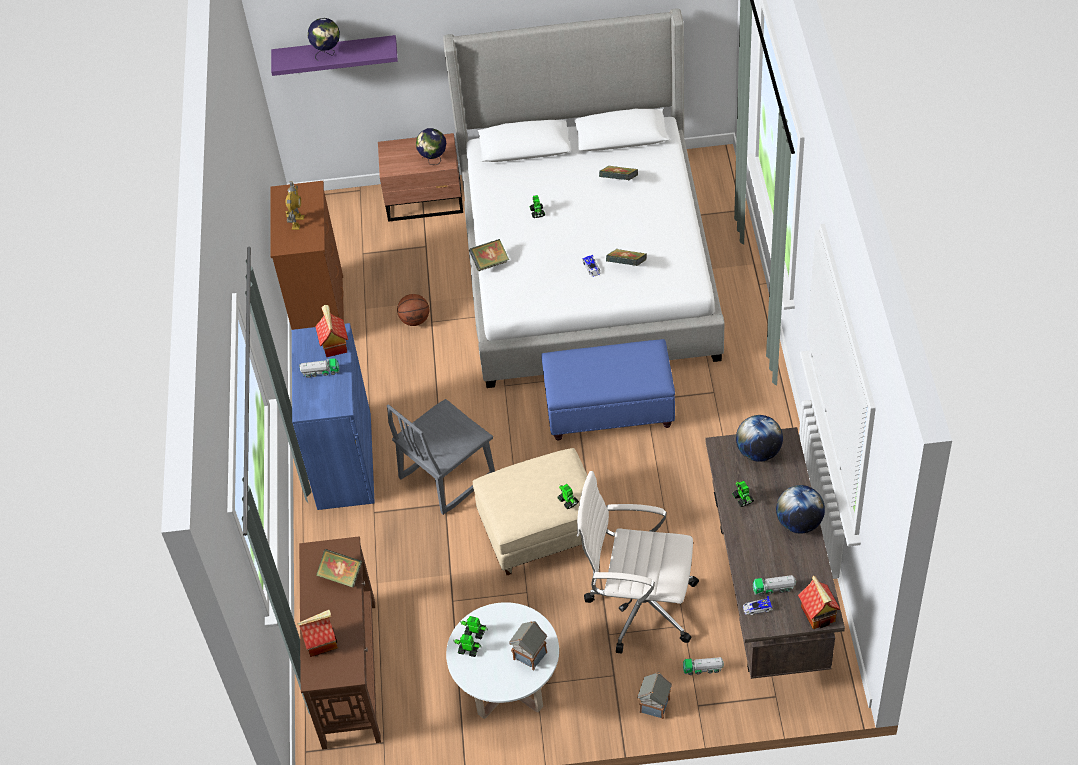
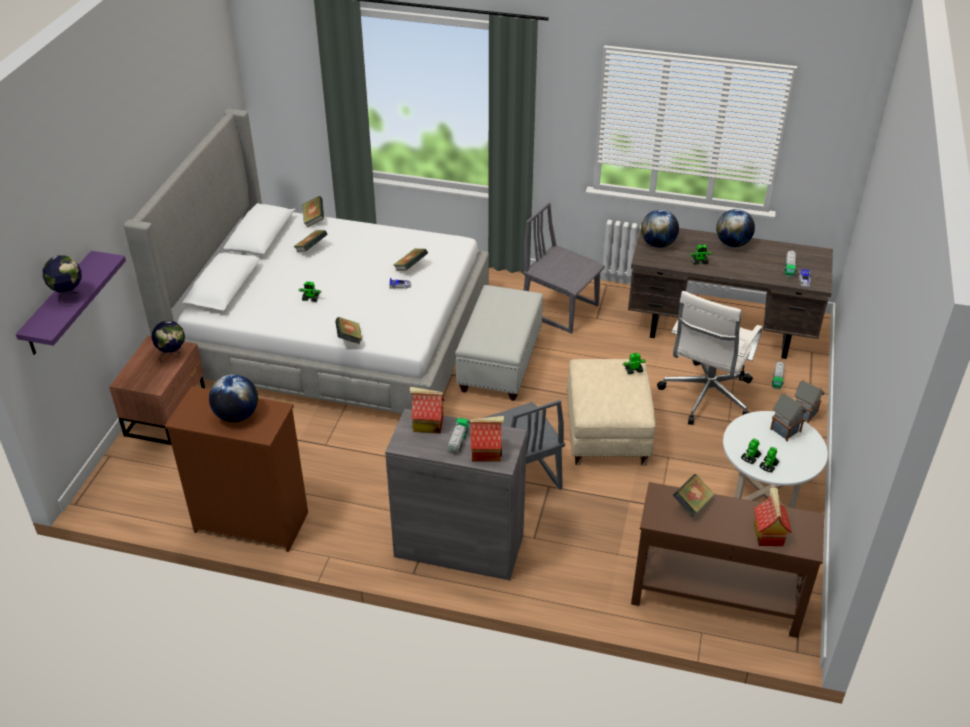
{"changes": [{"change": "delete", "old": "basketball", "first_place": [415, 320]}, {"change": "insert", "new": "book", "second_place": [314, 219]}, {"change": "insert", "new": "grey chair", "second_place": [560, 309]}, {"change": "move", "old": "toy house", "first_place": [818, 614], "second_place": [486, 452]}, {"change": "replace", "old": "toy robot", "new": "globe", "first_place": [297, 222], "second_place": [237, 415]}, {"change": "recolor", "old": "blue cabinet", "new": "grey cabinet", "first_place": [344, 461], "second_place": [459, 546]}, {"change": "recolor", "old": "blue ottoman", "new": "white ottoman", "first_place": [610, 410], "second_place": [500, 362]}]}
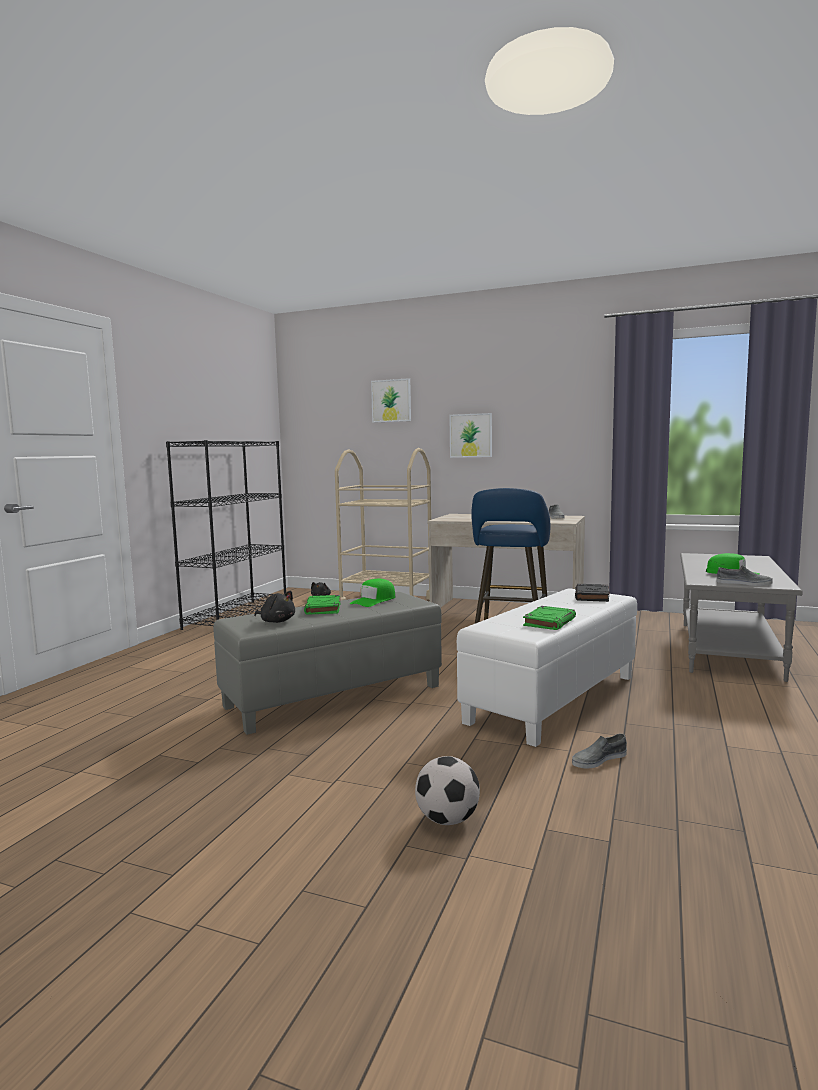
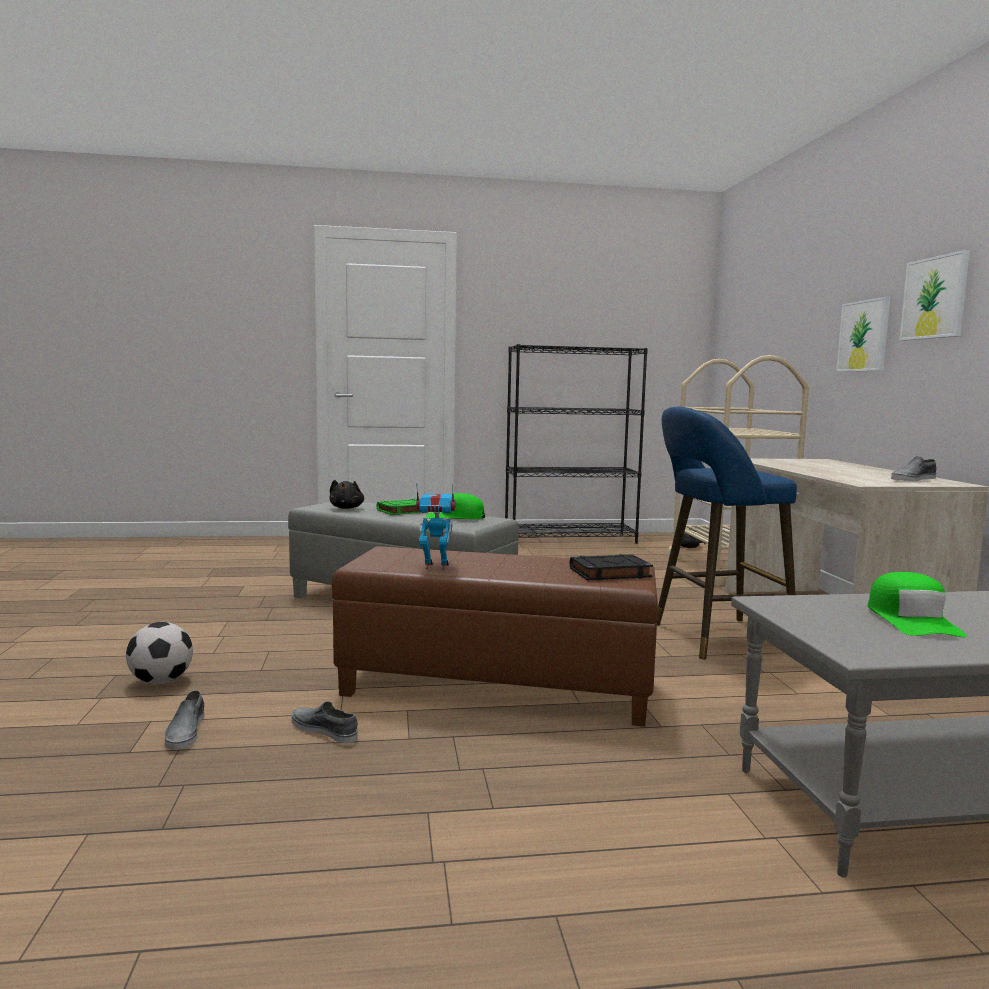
{"changes": [{"change": "move", "old": "picture", "first_place": [391, 400], "second_place": [934, 298]}, {"change": "move", "old": "grey shoe", "first_place": [744, 583], "second_place": [185, 731]}, {"change": "replace", "old": "green book", "new": "toy robot", "first_place": [549, 622], "second_place": [436, 566]}, {"change": "recolor", "old": "white ottoman", "new": "brown ottoman", "first_place": [553, 698], "second_place": [498, 687]}]}
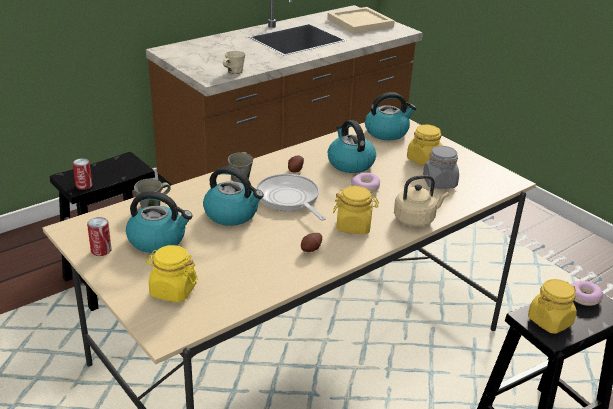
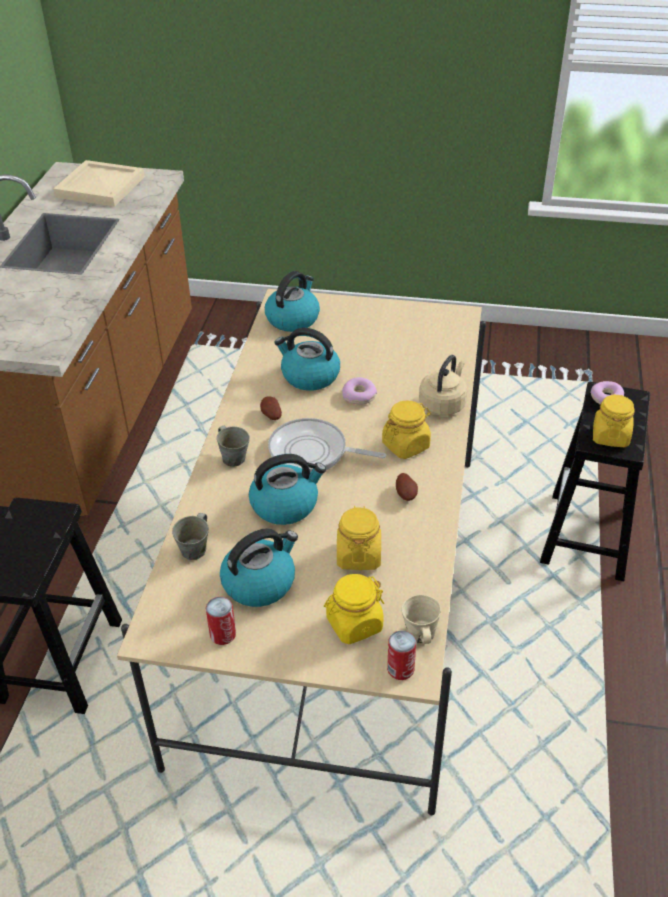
{"changes": [{"change": "delete", "old": "grey jar", "first_place": [439, 182]}, {"change": "move", "old": "can", "first_place": [84, 185], "second_place": [400, 669]}, {"change": "move", "old": "beige mug", "first_place": [234, 72], "second_place": [420, 635]}, {"change": "move", "old": "yellow jar", "first_place": [424, 160], "second_place": [358, 555]}]}
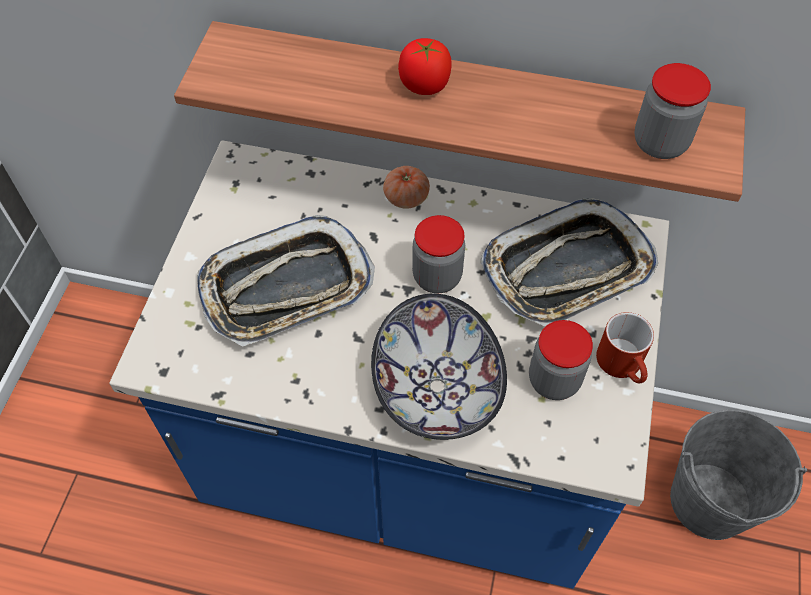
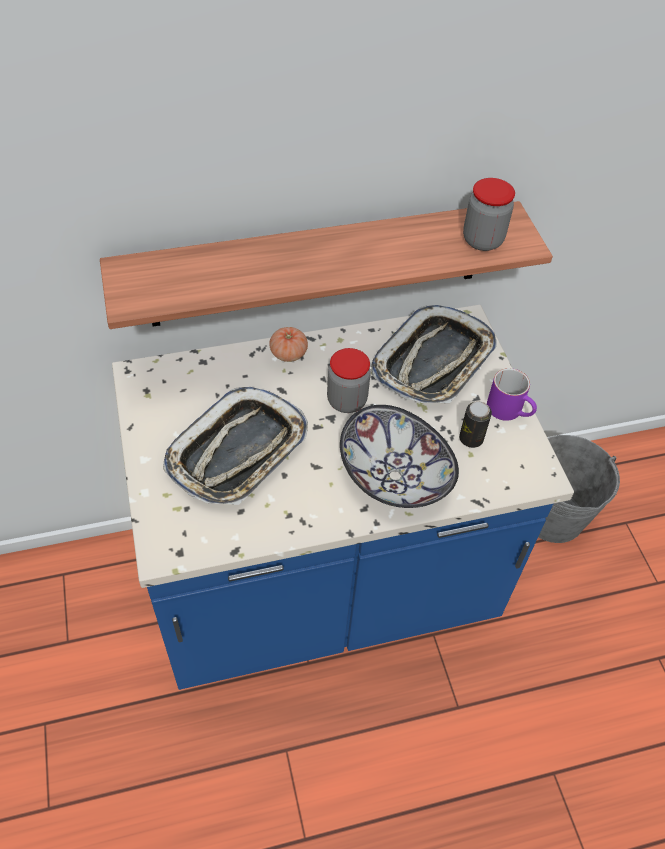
{"changes": [{"change": "delete", "old": "tomato", "first_place": [424, 86]}, {"change": "replace", "old": "jar", "new": "can", "first_place": [554, 380], "second_place": [471, 439]}, {"change": "recolor", "old": "red mug", "new": "purple mug", "first_place": [624, 366], "second_place": [510, 410]}]}
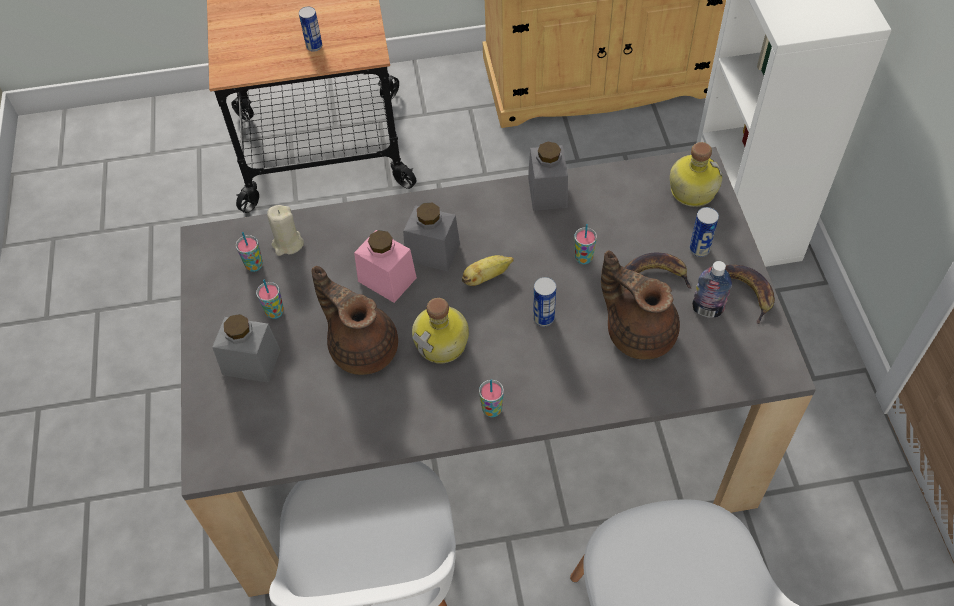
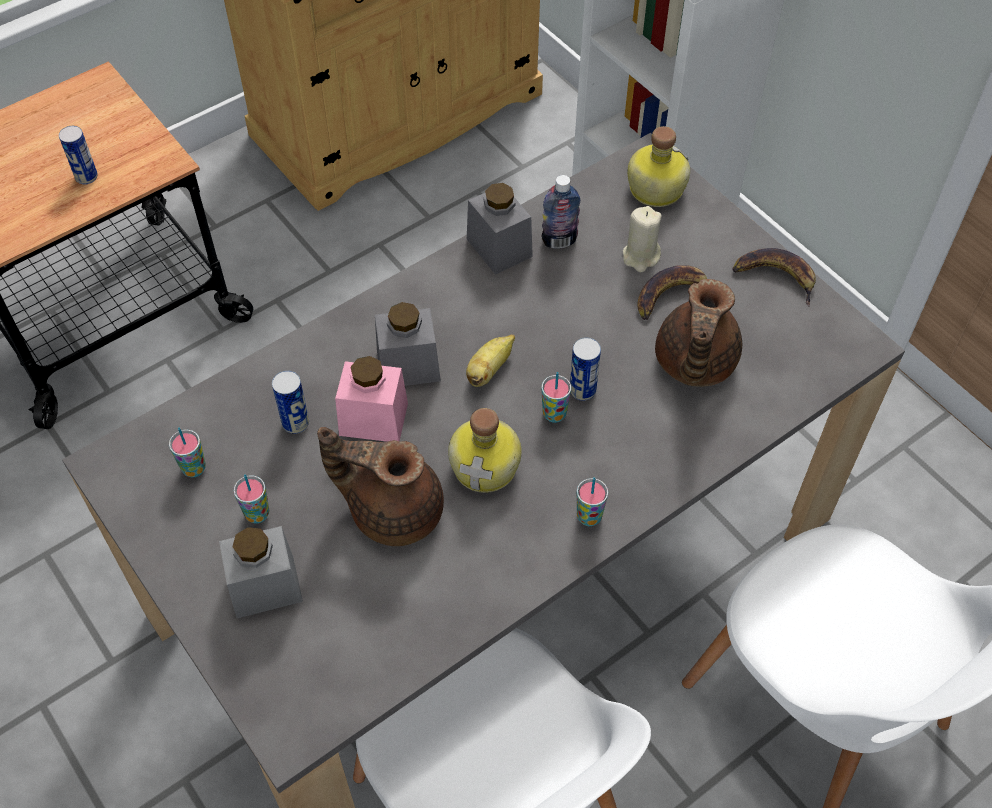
{"changes": [{"change": "move", "old": "beige candle", "first_place": [287, 244], "second_place": [640, 257]}, {"change": "move", "old": "cup", "first_place": [583, 258], "second_place": [554, 414]}, {"change": "move", "old": "can", "first_place": [699, 249], "second_place": [295, 423]}, {"change": "move", "old": "bottle", "first_place": [707, 310], "second_place": [559, 241]}, {"change": "rotate", "old": "brown teapot", "first_place": [638, 331], "second_place": [693, 363], "degrees": -90}]}
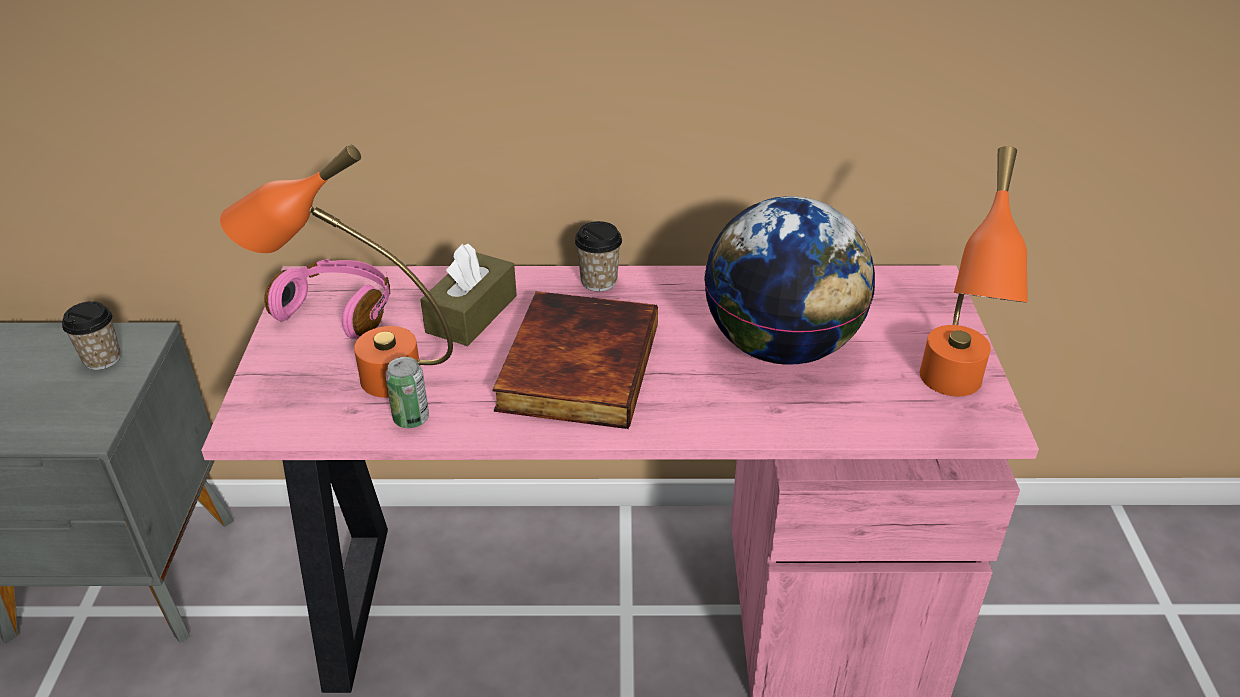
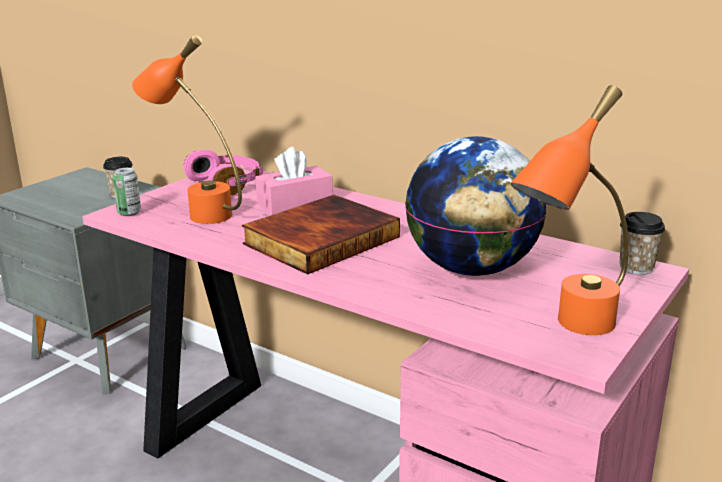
{"changes": [{"change": "move", "old": "can", "first_place": [411, 419], "second_place": [129, 213]}, {"change": "move", "old": "cup", "first_place": [599, 281], "second_place": [636, 267]}, {"change": "recolor", "old": "brown tissue box", "new": "pink tissue box", "first_place": [471, 314], "second_place": [295, 203]}]}
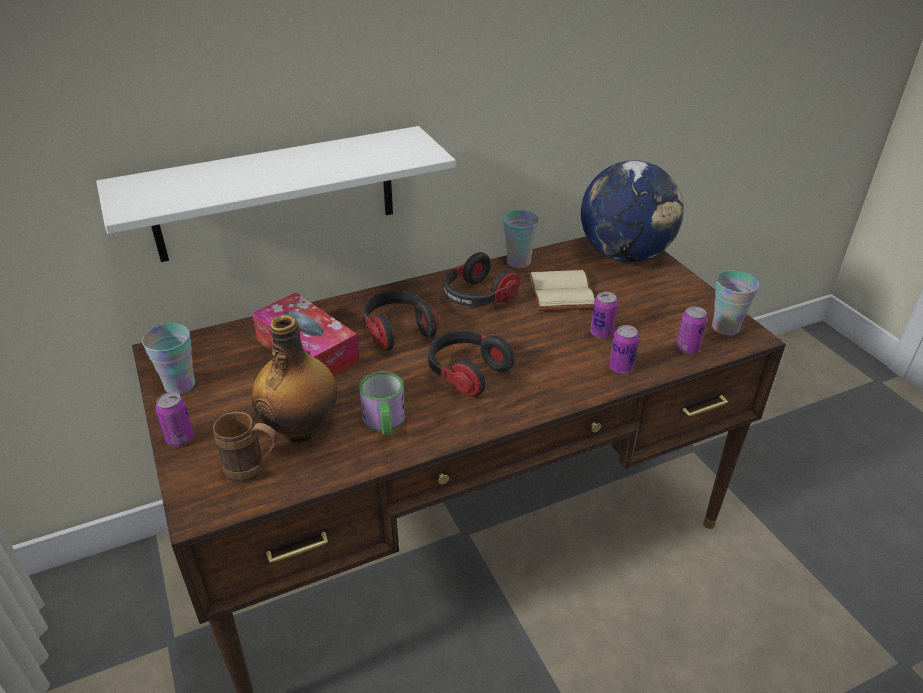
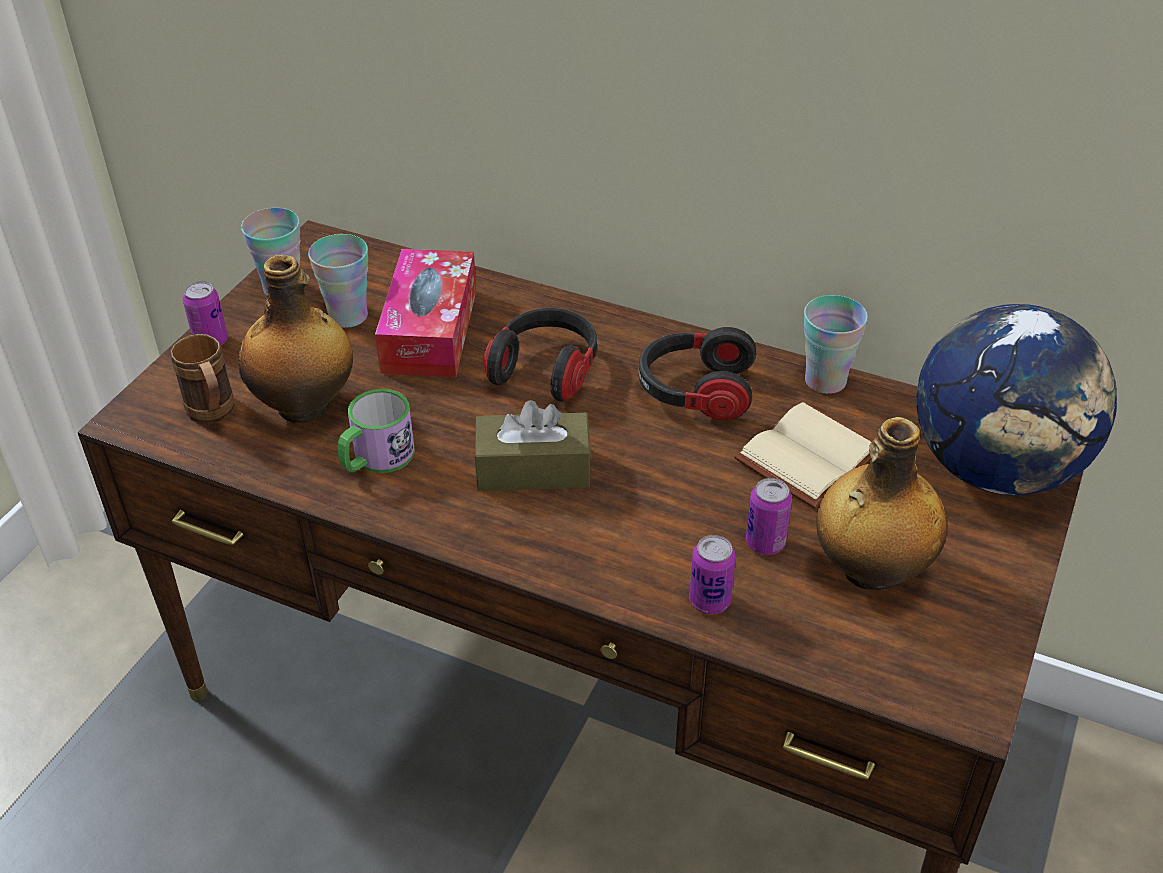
{"changes": [{"change": "delete", "old": "white shelf", "first_place": [275, 194]}, {"change": "delete", "old": "can", "first_place": [687, 348]}, {"change": "insert", "new": "bottle", "second_place": [869, 571]}, {"change": "move", "old": "cup", "first_place": [725, 328], "second_place": [348, 316]}, {"change": "replace", "old": "headphones", "new": "brown tissue box", "first_place": [466, 373], "second_place": [533, 469]}]}
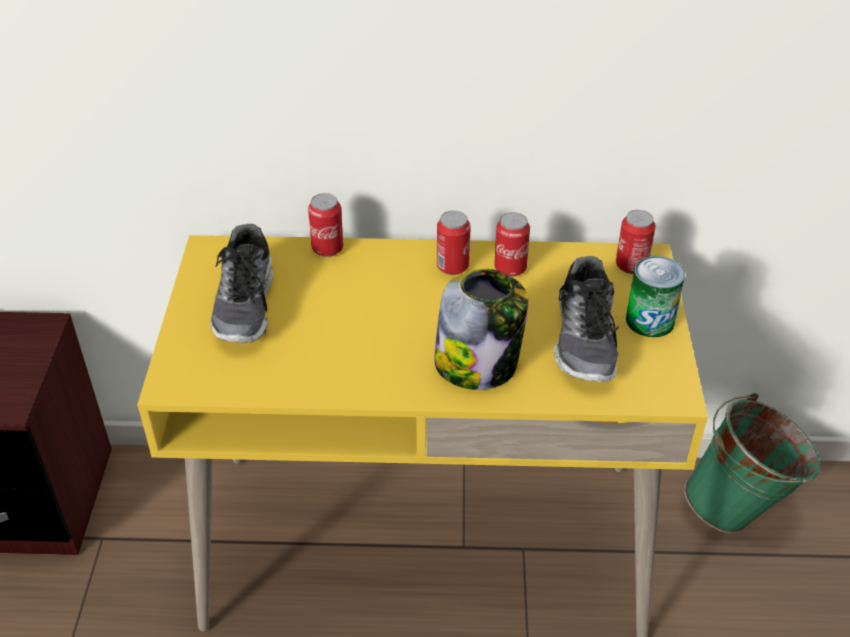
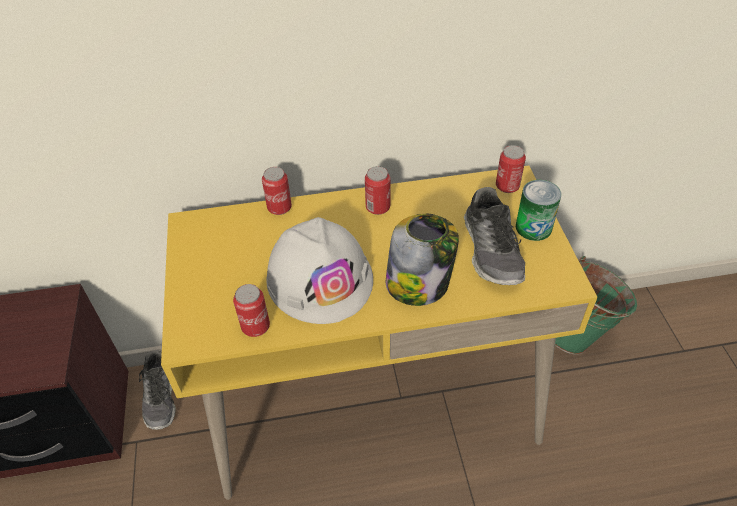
{"changes": [{"change": "insert", "new": "white hard hat", "second_place": [320, 278]}, {"change": "move", "old": "shoe", "first_place": [246, 305], "second_place": [161, 397]}, {"change": "move", "old": "can", "first_place": [510, 268], "second_place": [255, 326]}]}
